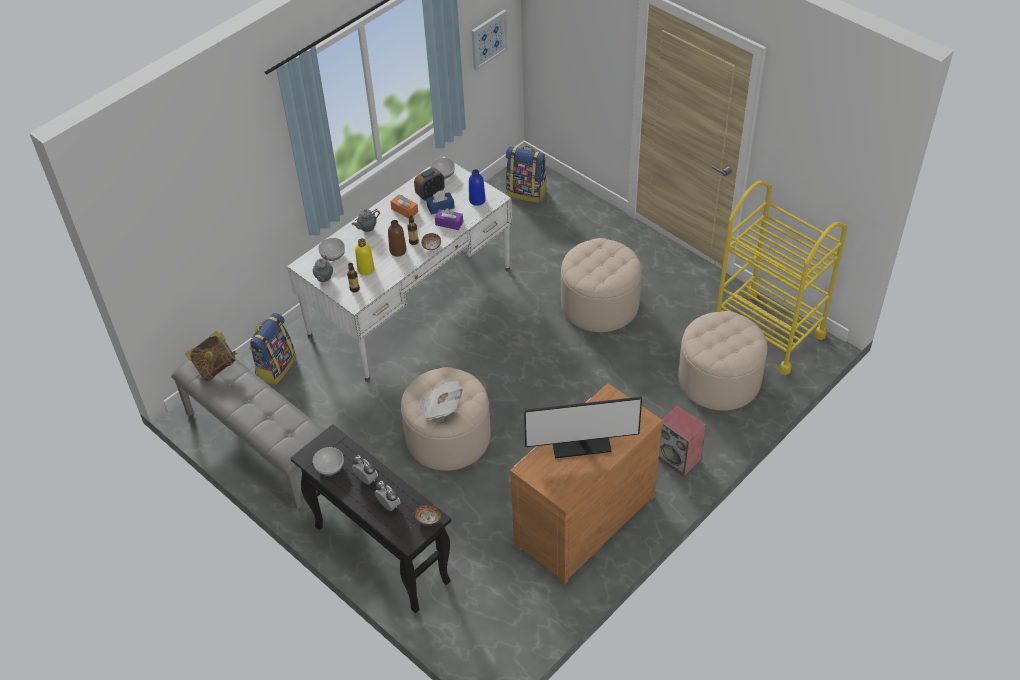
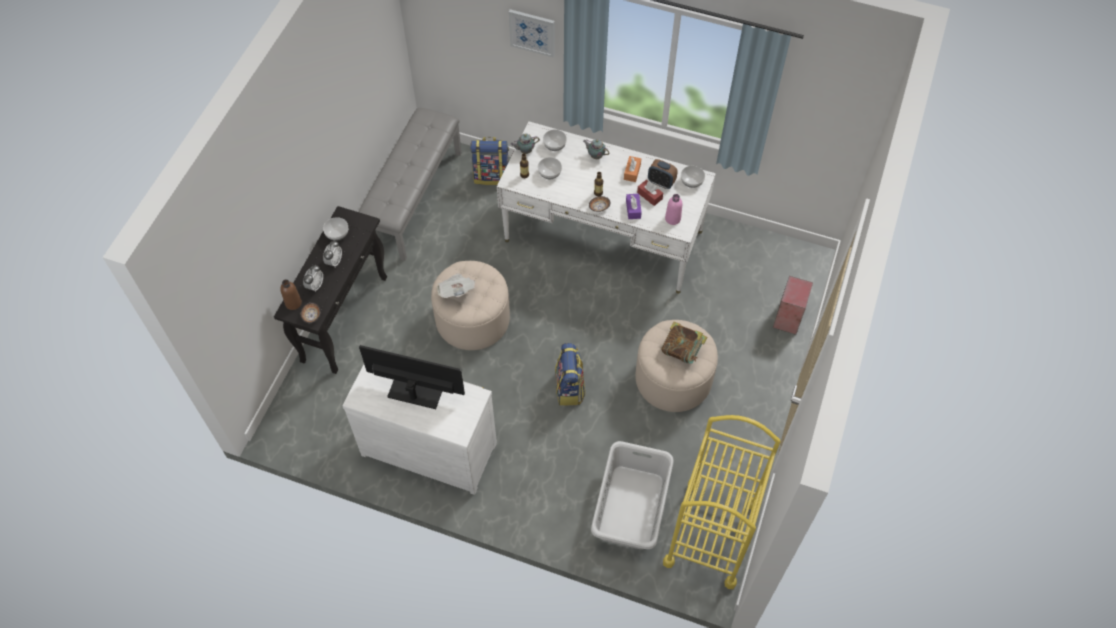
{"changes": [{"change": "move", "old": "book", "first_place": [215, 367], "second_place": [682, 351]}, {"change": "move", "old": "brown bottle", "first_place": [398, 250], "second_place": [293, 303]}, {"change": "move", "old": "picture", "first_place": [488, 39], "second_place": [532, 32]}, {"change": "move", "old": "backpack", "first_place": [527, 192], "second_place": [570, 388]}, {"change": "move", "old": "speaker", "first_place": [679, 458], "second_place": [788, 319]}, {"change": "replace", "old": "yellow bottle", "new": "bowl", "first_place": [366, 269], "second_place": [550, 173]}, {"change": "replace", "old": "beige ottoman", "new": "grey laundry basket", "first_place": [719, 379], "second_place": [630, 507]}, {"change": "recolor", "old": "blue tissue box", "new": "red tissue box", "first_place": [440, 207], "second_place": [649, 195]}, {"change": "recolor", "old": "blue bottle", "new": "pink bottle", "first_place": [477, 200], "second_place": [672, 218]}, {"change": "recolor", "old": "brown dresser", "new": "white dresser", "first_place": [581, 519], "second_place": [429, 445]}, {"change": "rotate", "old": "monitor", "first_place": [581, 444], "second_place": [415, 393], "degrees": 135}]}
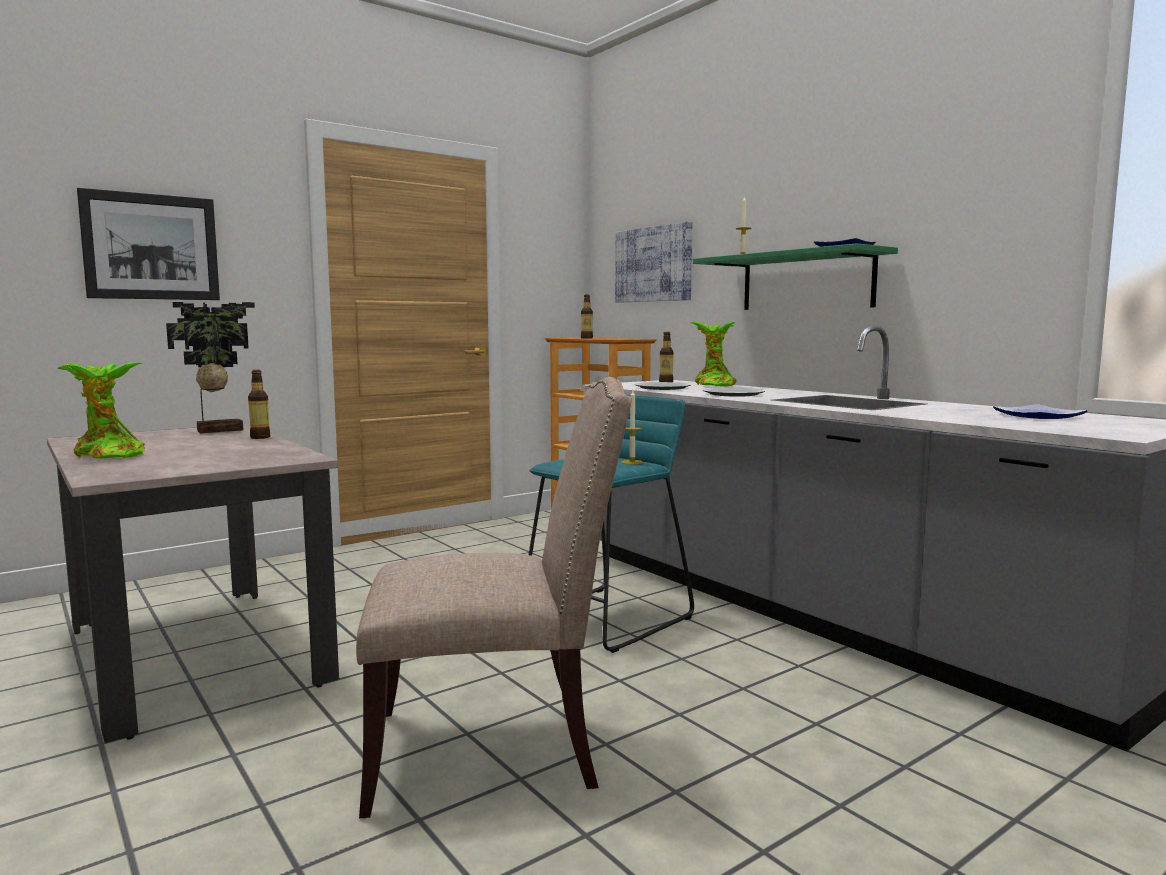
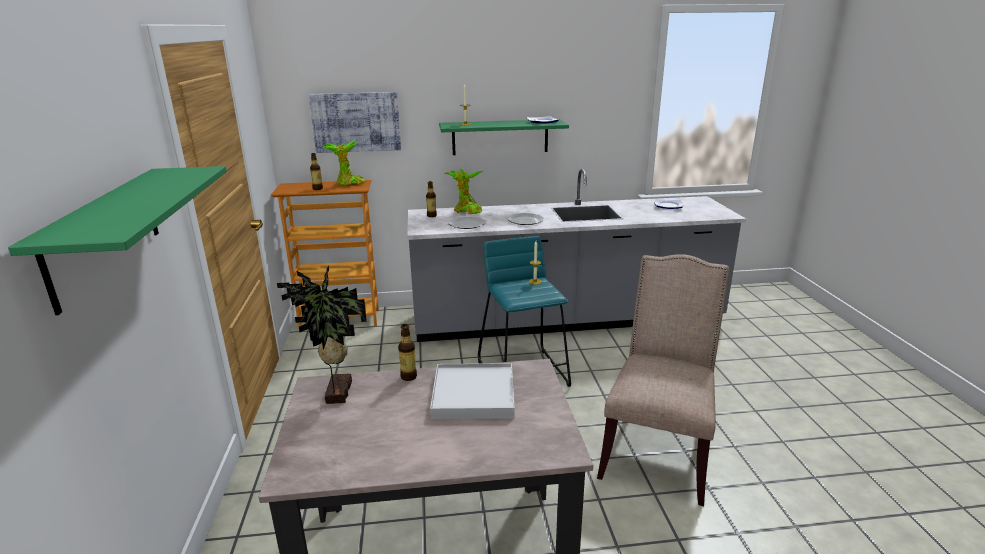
{"changes": [{"change": "insert", "new": "white tray", "second_place": [474, 394]}, {"change": "move", "old": "potted plant", "first_place": [107, 455], "second_place": [348, 184]}, {"change": "replace", "old": "picture", "new": "green shelf", "first_place": [151, 247], "second_place": [104, 234]}]}
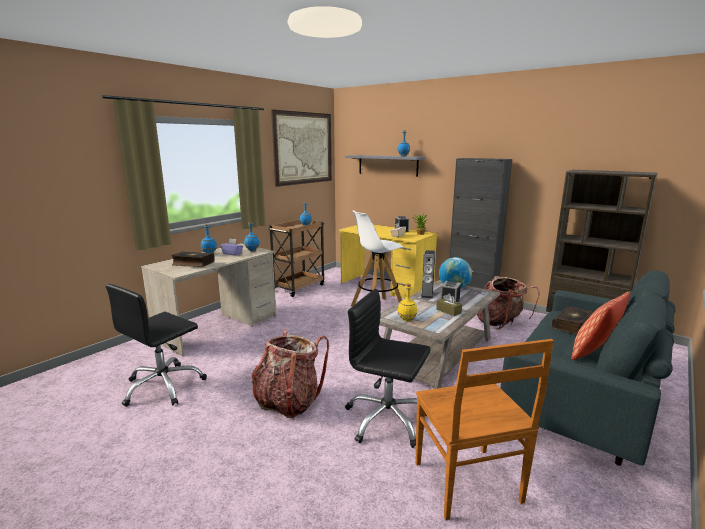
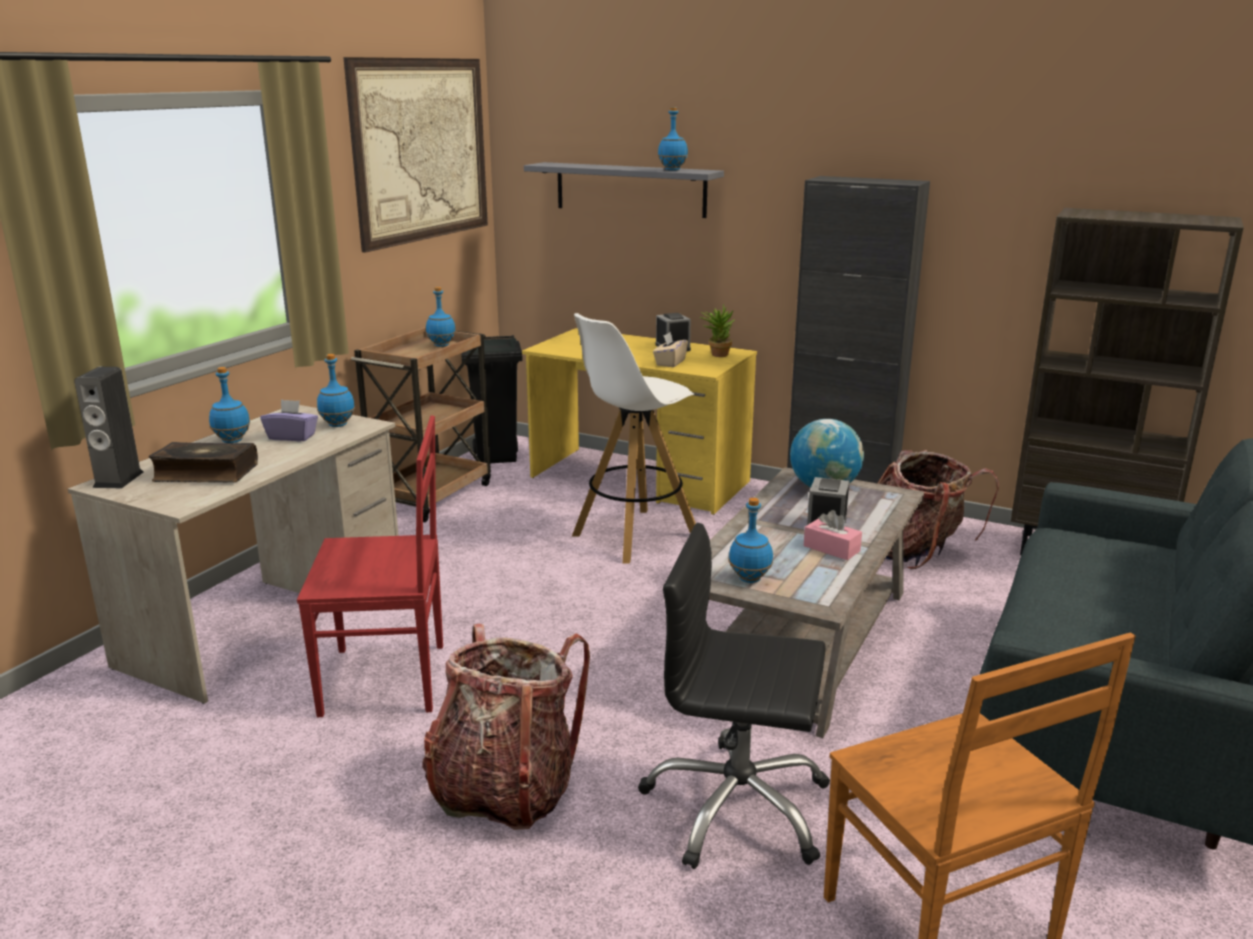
{"changes": [{"change": "delete", "old": "black office chair", "first_place": [163, 386]}, {"change": "delete", "old": "book", "first_place": [572, 325]}, {"change": "delete", "old": "pillow", "first_place": [594, 353]}, {"change": "insert", "new": "red chair", "second_place": [388, 679]}, {"change": "insert", "new": "black trash can", "second_place": [497, 457]}, {"change": "move", "old": "speaker", "first_place": [427, 295], "second_place": [118, 479]}, {"change": "recolor", "old": "yellow bottle", "new": "blue bottle", "first_place": [407, 320], "second_place": [750, 579]}, {"change": "recolor", "old": "brown tissue box", "new": "pink tissue box", "first_place": [448, 311], "second_place": [831, 548]}]}
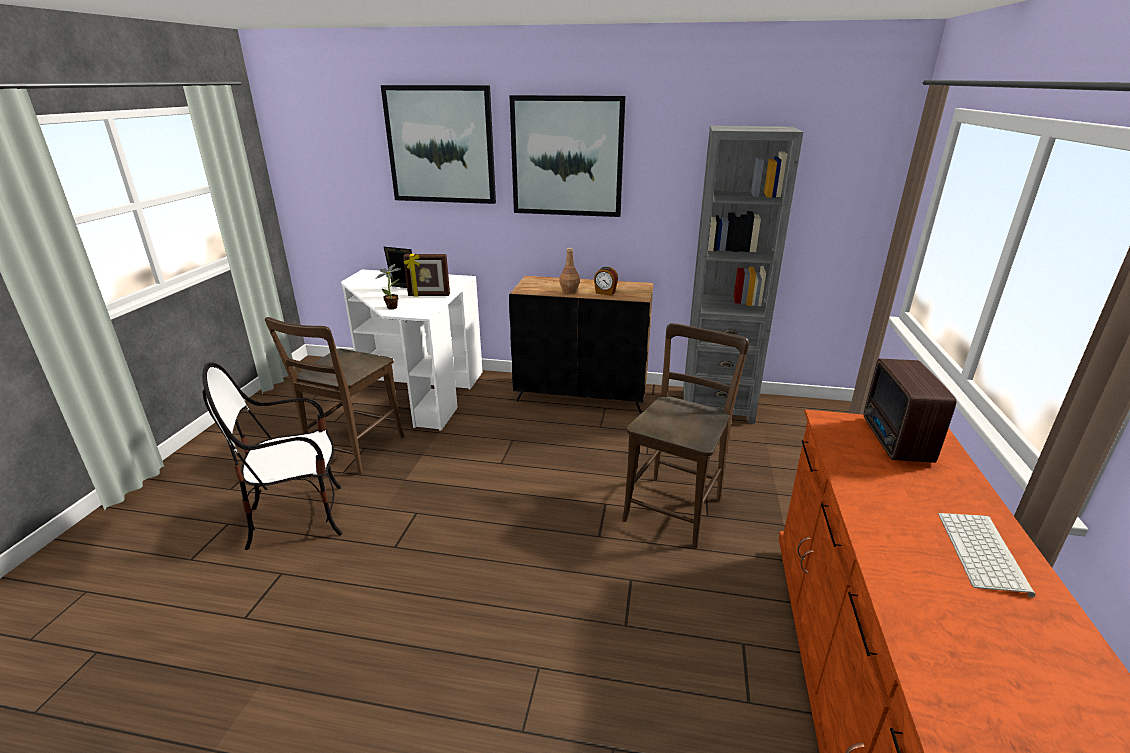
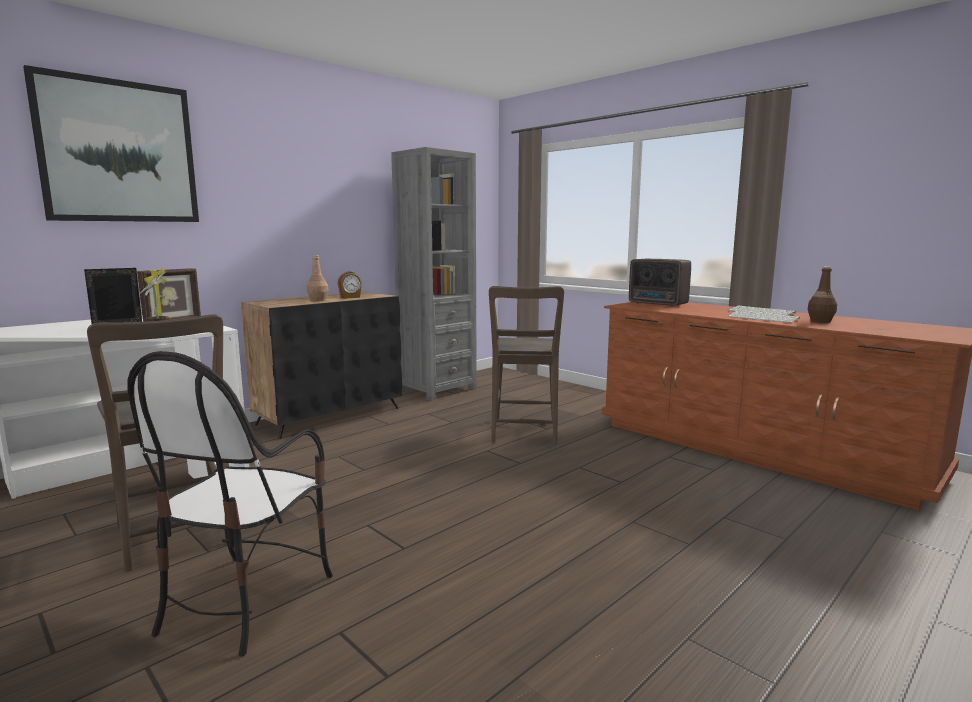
{"changes": [{"change": "delete", "old": "picture", "first_place": [567, 157]}, {"change": "insert", "new": "keyboard", "second_place": [763, 318]}, {"change": "insert", "new": "brown bottle", "second_place": [820, 321]}, {"change": "rotate", "old": "brown chair", "first_place": [675, 506], "second_place": [524, 433], "degrees": -150}]}
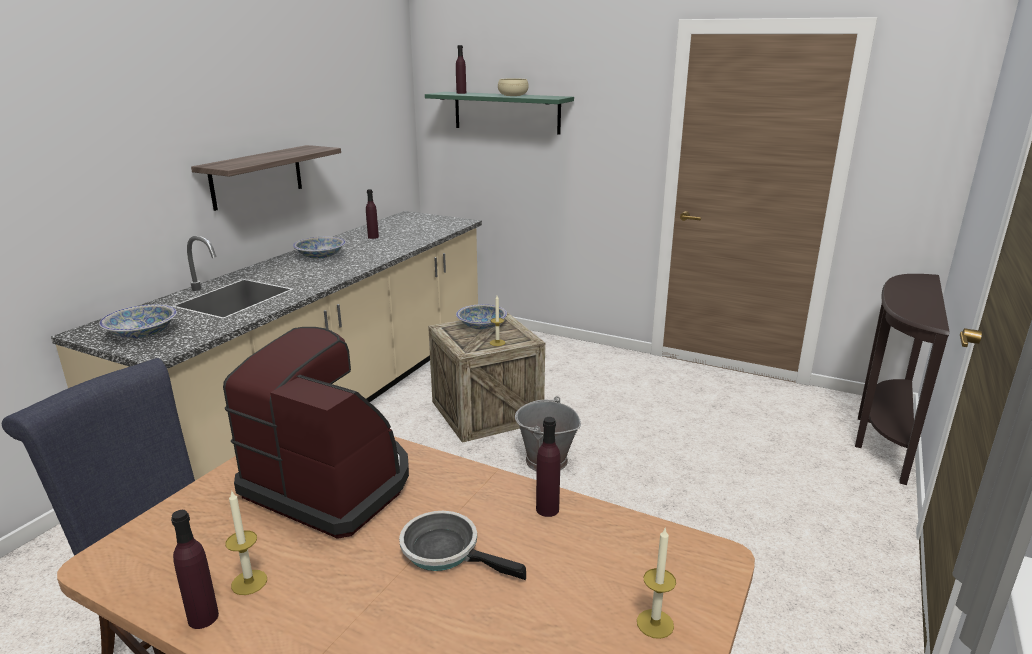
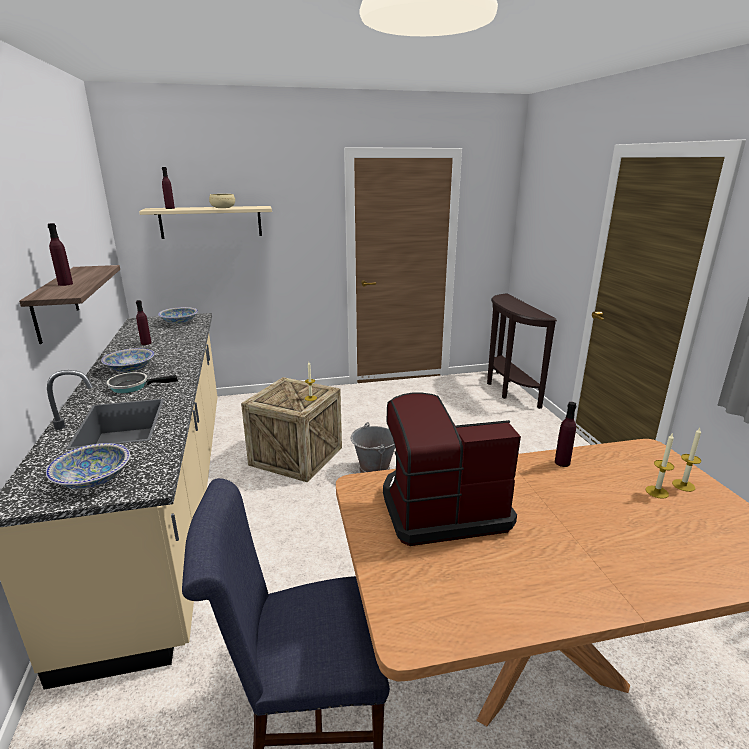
{"changes": [{"change": "move", "old": "purple bottle", "first_place": [203, 617], "second_place": [65, 284]}, {"change": "move", "old": "candle", "first_place": [249, 582], "second_place": [657, 492]}, {"change": "move", "old": "frying pan", "first_place": [446, 551], "second_place": [133, 386]}, {"change": "move", "old": "bowl", "first_place": [481, 326], "second_place": [179, 322]}, {"change": "recolor", "old": "green shelf", "new": "beige shelf", "first_place": [506, 112], "second_place": [211, 222]}]}
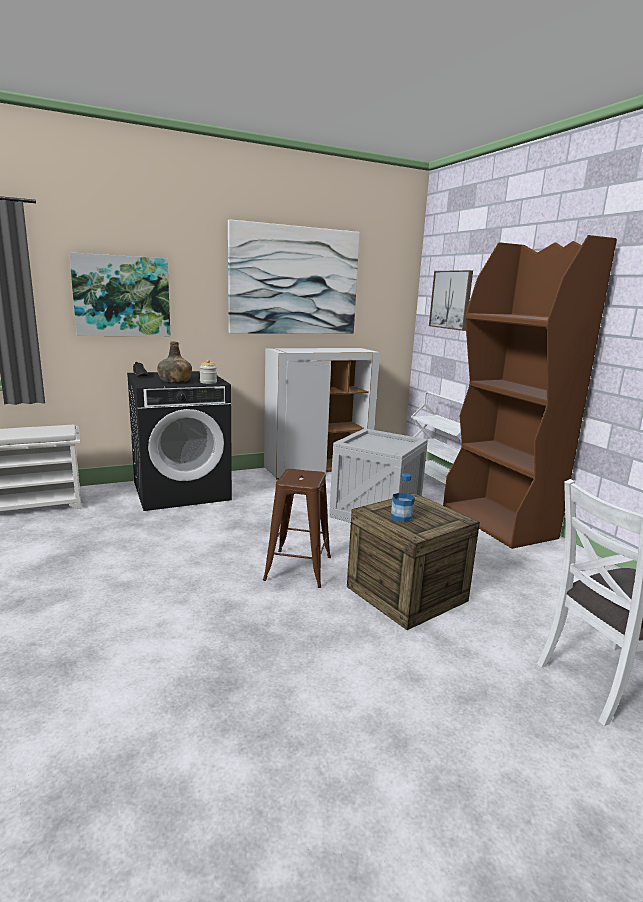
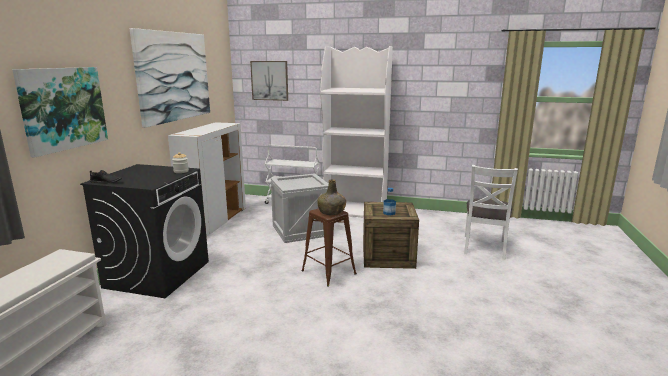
{"changes": [{"change": "move", "old": "green bottle", "first_place": [175, 381], "second_place": [331, 212]}, {"change": "recolor", "old": "brown bookcase", "new": "white bookcase", "first_place": [498, 522], "second_place": [355, 210]}]}
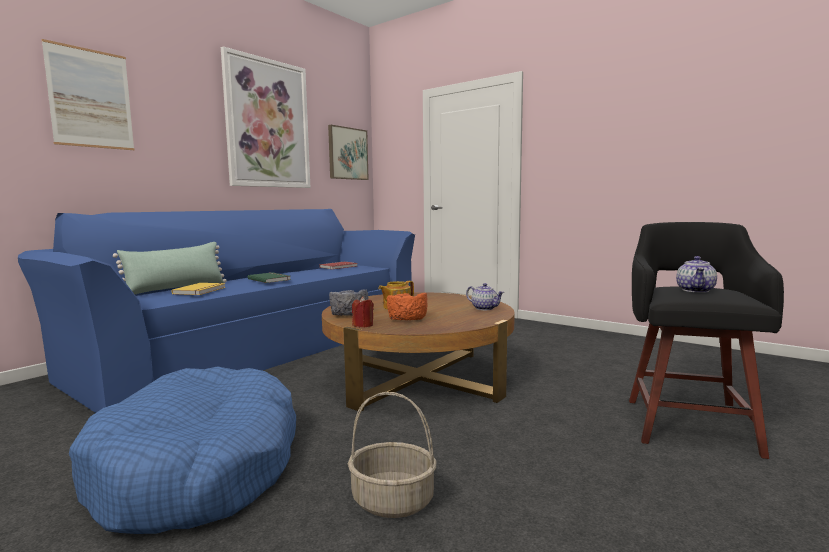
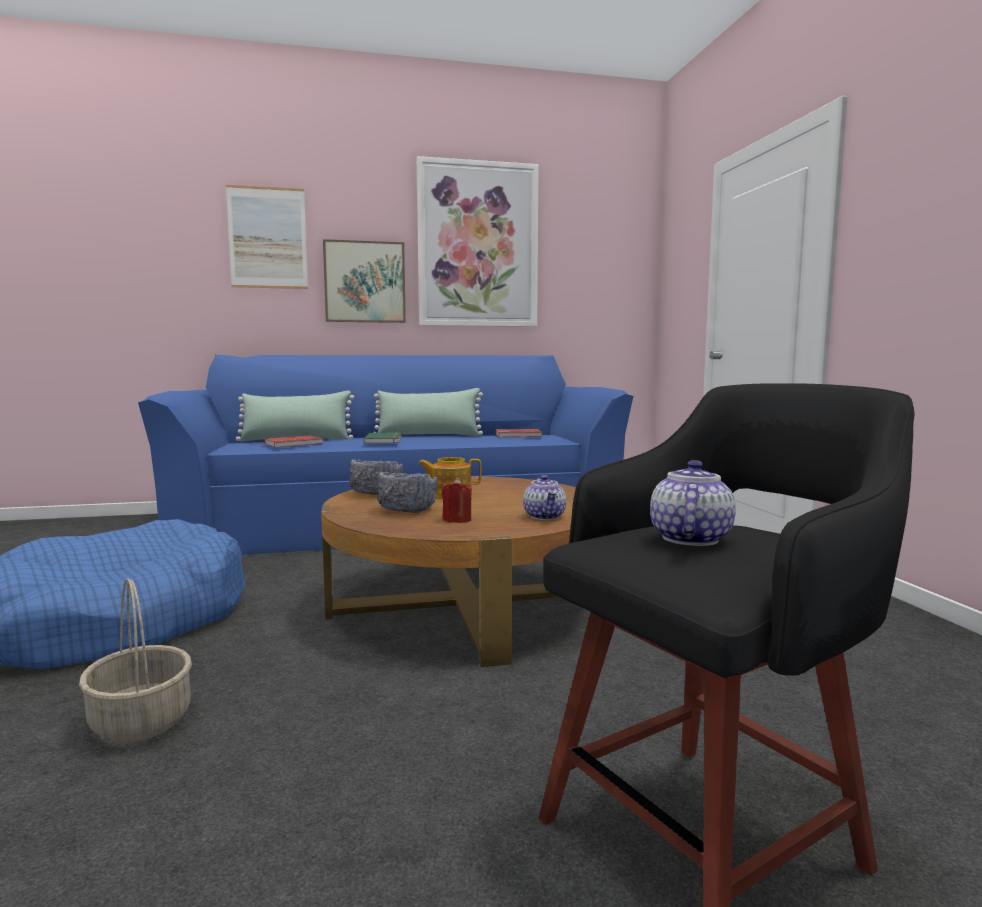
{"changes": [{"change": "insert", "new": "green pillow", "second_place": [428, 435]}, {"change": "move", "old": "picture", "first_place": [347, 153], "second_place": [365, 282]}, {"change": "move", "old": "red candle", "first_place": [363, 325], "second_place": [457, 519]}, {"change": "recolor", "old": "yellow book", "new": "red book", "first_place": [201, 291], "second_place": [294, 444]}, {"change": "recolor", "old": "orange bowl", "new": "grey bowl", "first_place": [407, 319], "second_place": [407, 510]}, {"change": "rotate", "old": "teapot", "first_place": [696, 290], "second_place": [689, 538], "degrees": 135}]}
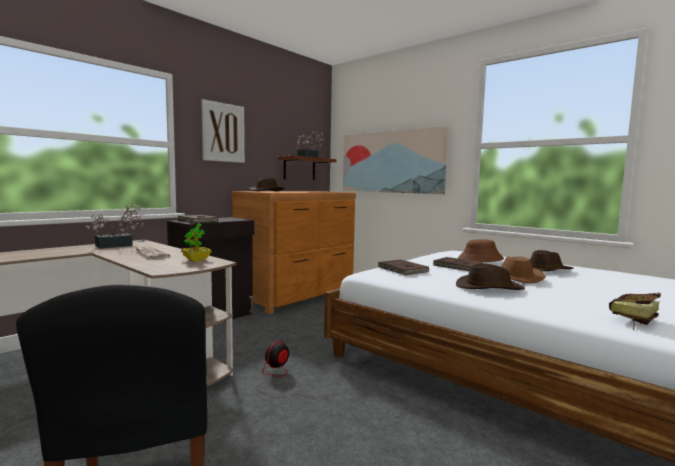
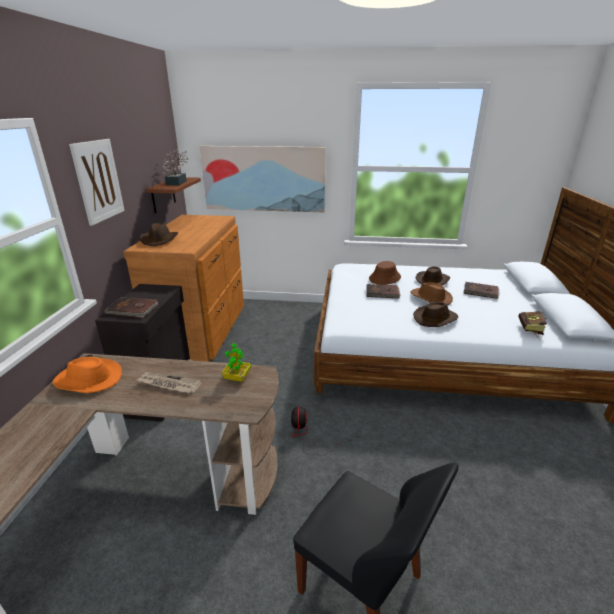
{"changes": [{"change": "move", "old": "brown book", "first_place": [402, 269], "second_place": [480, 292]}, {"change": "replace", "old": "potted plant", "new": "orange hat", "first_place": [118, 245], "second_place": [88, 380]}]}
